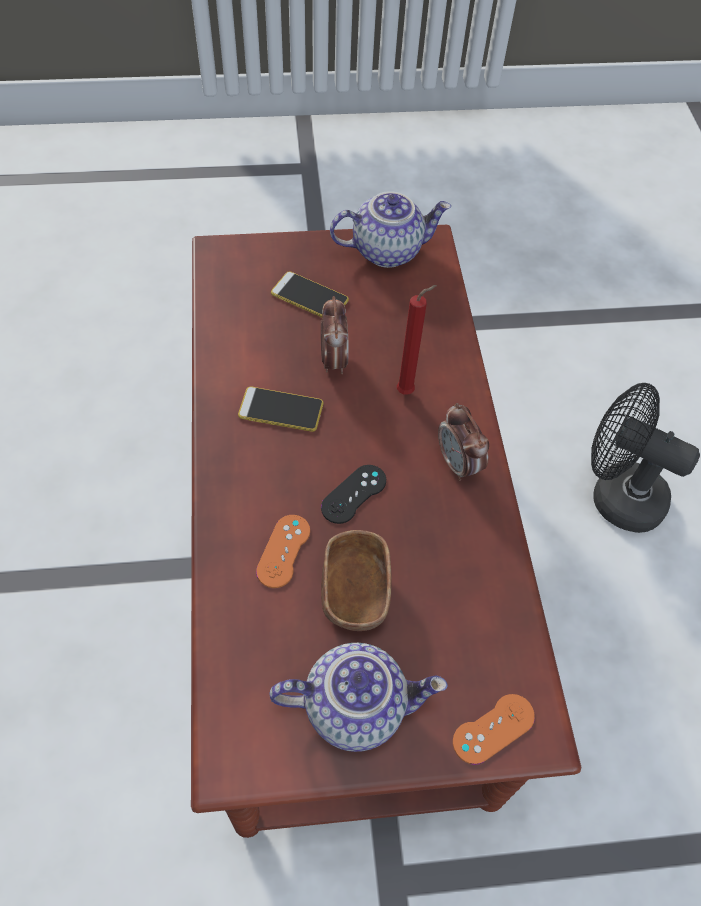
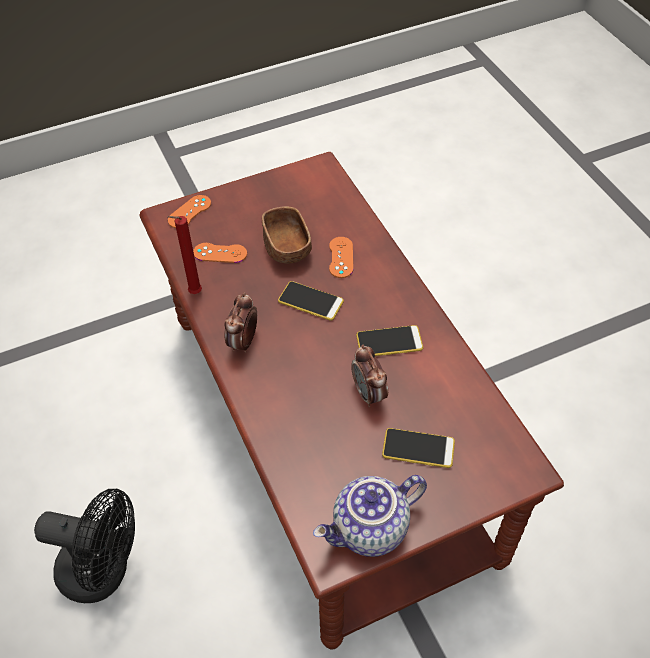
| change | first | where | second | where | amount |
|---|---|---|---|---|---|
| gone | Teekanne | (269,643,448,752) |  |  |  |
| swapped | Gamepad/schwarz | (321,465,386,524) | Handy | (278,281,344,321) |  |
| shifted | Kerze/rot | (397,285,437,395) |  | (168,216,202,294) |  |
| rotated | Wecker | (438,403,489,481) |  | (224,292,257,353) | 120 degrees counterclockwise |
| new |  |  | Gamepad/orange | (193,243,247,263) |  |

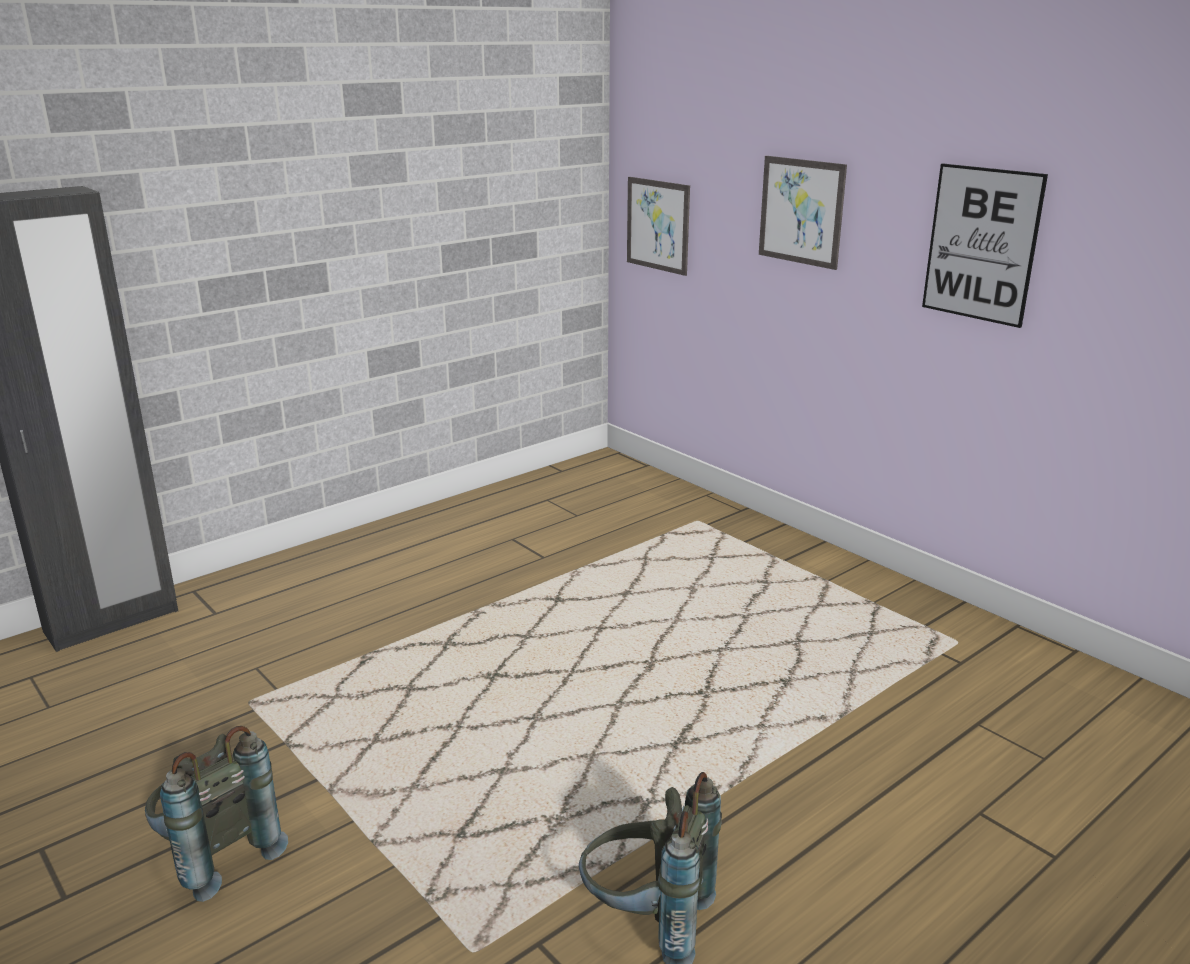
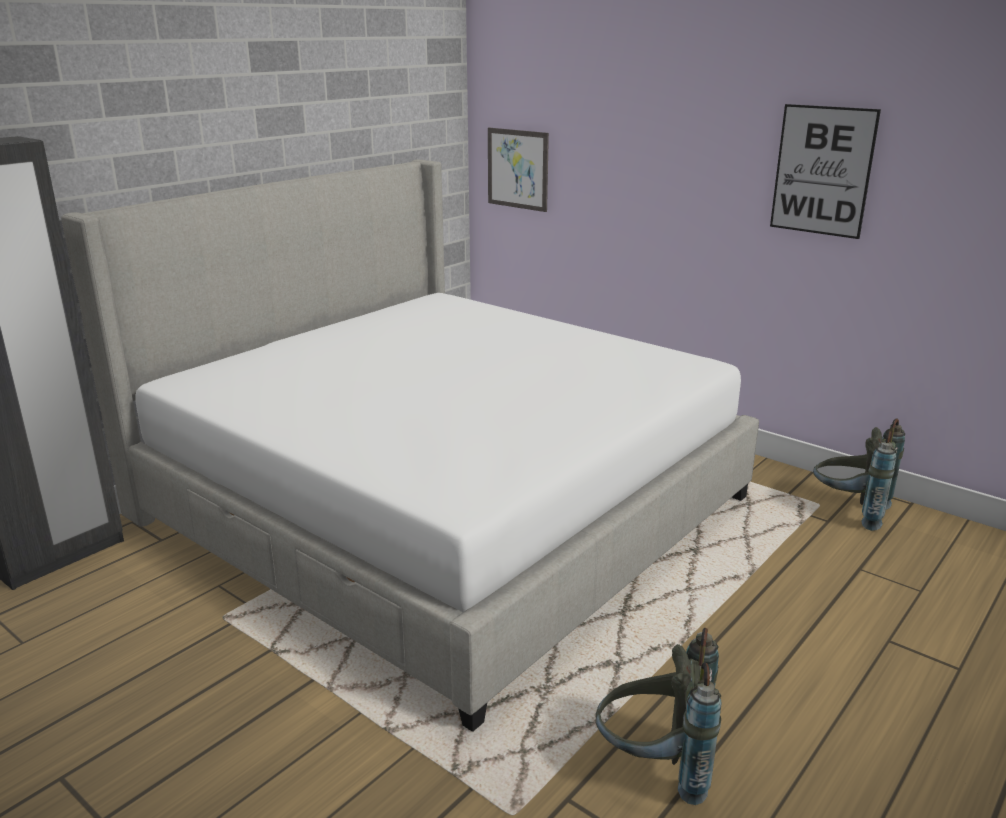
| change | first | where | second | where | amount |
|---|---|---|---|---|---|
| shifted | Rucksack/grau | (145,726,288,902) |  | (813,418,905,531) |  |
| gone | Bild | (759,156,847,270) |  |  |  |
| new |  |  | Bett | (61,159,759,732) |  |

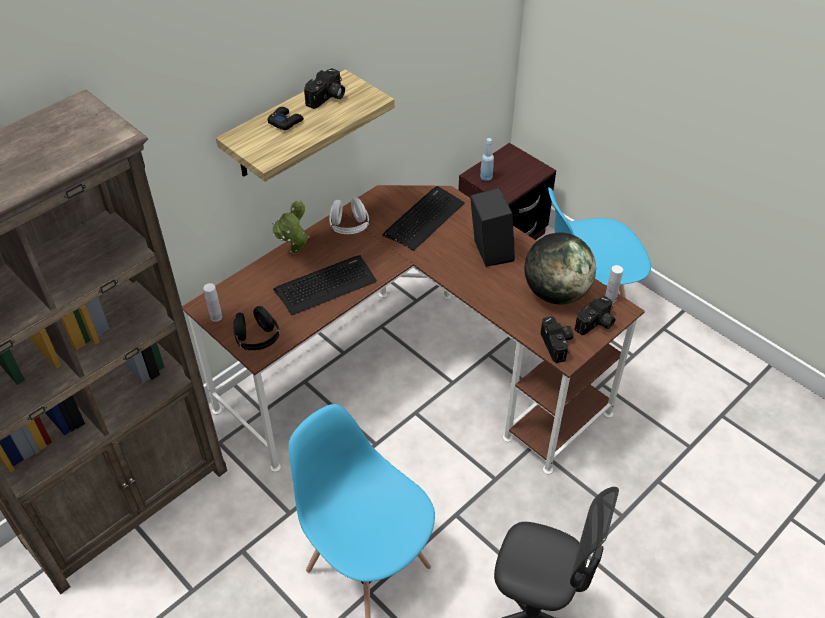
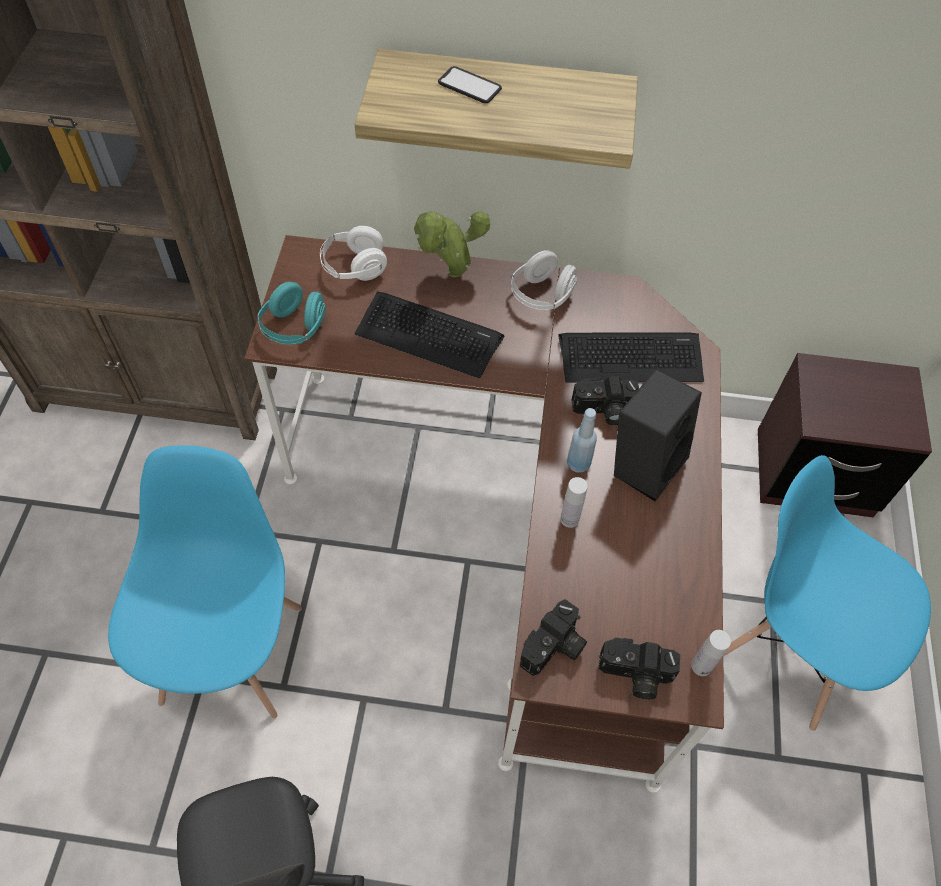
| change | first | where | second | where | amount |
|---|---|---|---|---|---|
| shifted | Flasche/weiß | (203,283,222,322) |  | (560,477,588,528) |  |
| repainted | Kopfhörer/schwarz | (233,306,280,351) | Kopfhörer/türkis | (257,282,326,344) |  |
| swapped | Gamepad/schwarz | (268,107,304,130) | Handy | (438,66,502,103) |  |
| shifted | Kamera | (304,68,345,109) |  | (572,376,639,425) |  |
| shifted | Flasche/blau | (480,138,494,181) |  | (567,408,597,473) |  |
| gone | Globus | (524,233,596,304) |  |  |  |
| new |  |  | Kopfhörer/weiß | (320,226,387,281) |  |

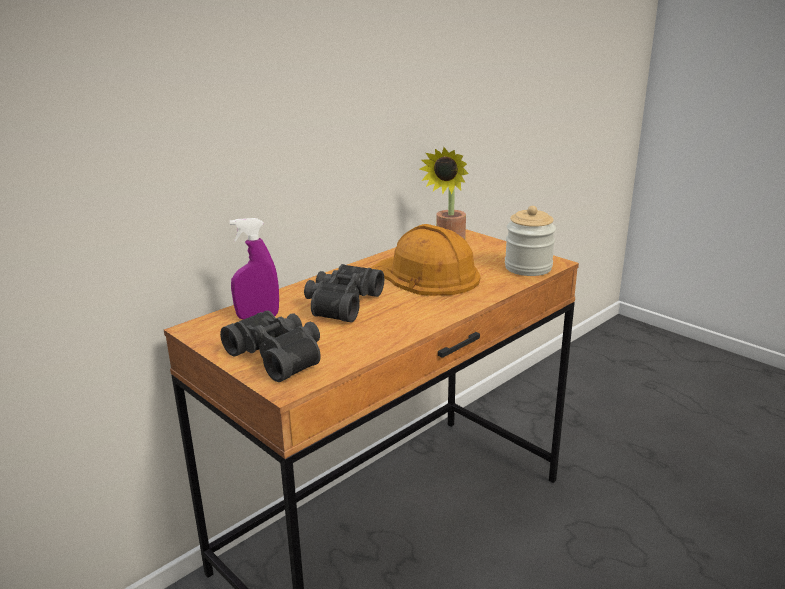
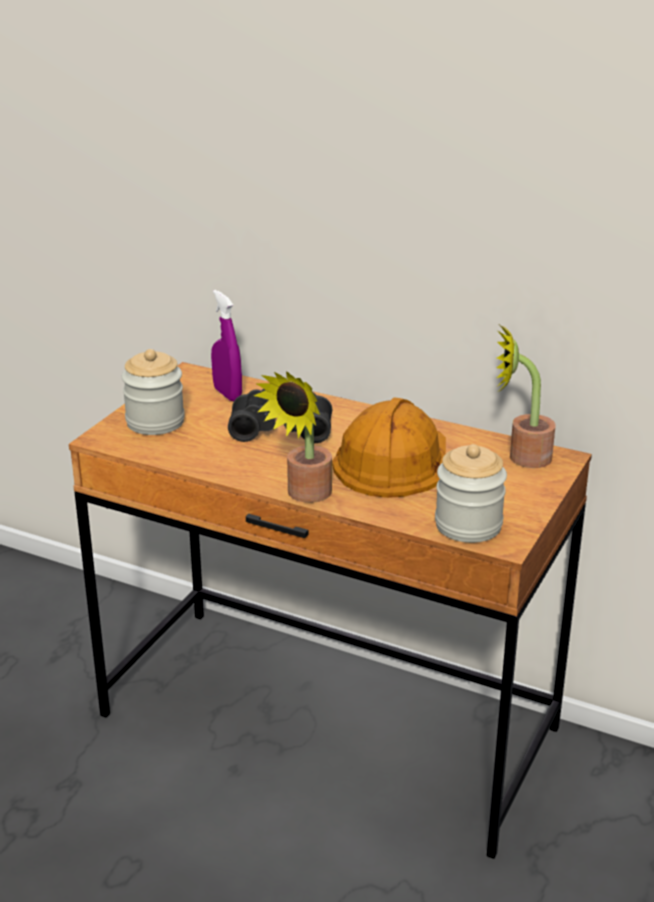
| change | first | where | second | where | amount |
|---|---|---|---|---|---|
| swapped | Fernglas/schwarz | (220,310,321,382) | Vorratsglas | (122,349,185,435) |  |
| new |  |  | Topfpflanze | (254,371,332,503) |  |

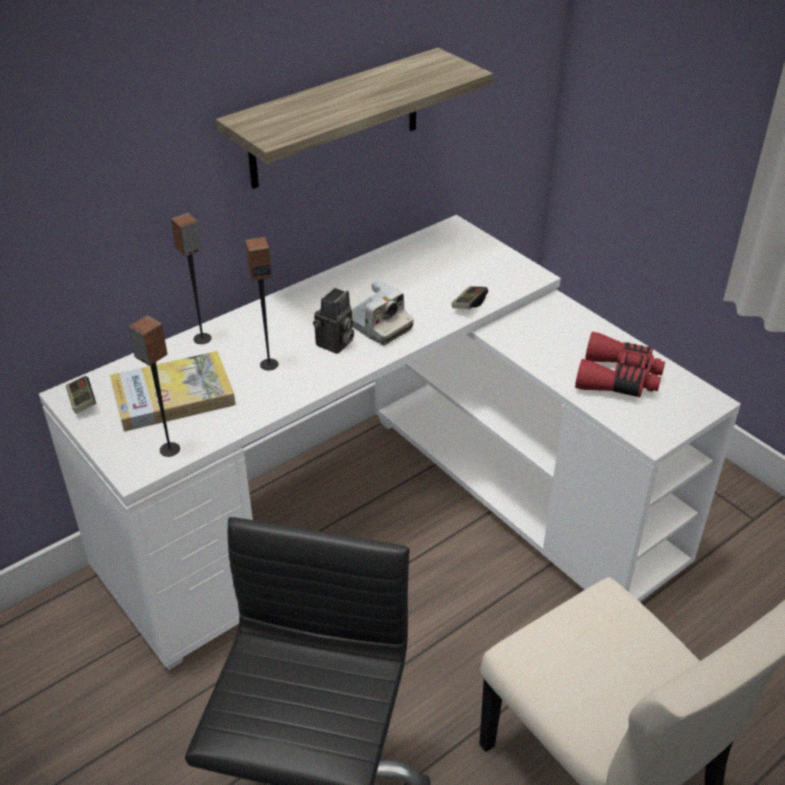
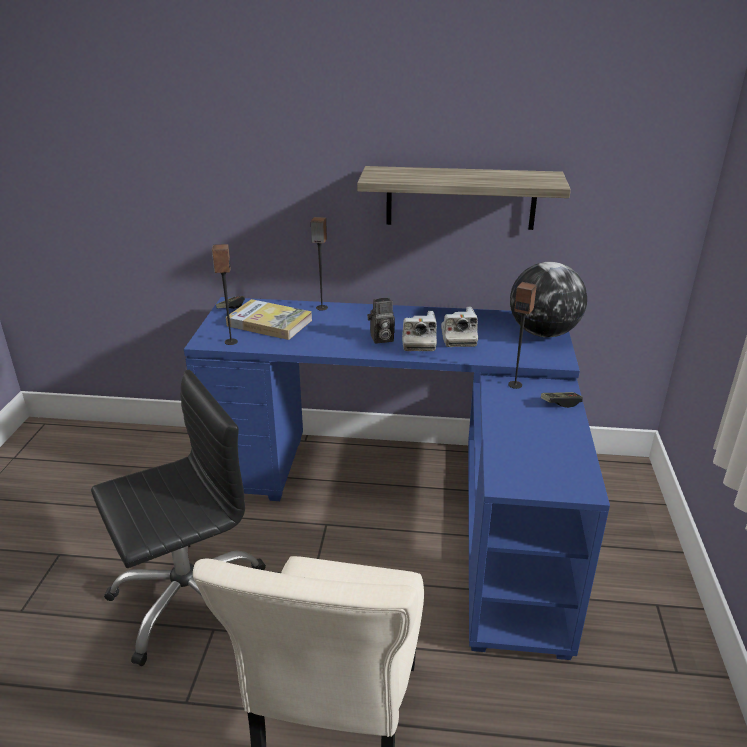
| change | first | where | second | where | amount |
|---|---|---|---|---|---|
| repainted | Schreibtisch/weiß | (39,215,741,670) | Schreibtisch/blau | (184,297,610,660) |  |
| shifted | Lautsprecher | (245,237,279,371) |  | (508,282,537,389) |  |
| shifted | Gamepad | (452,286,488,309) |  | (541,392,583,408) |  |
| gone | Fernglas/rot | (575,332,665,397) |  |  |  |
| new |  |  | Kamera | (441,307,478,347) |  |
| new |  |  | Globus | (510,262,587,337) |  |

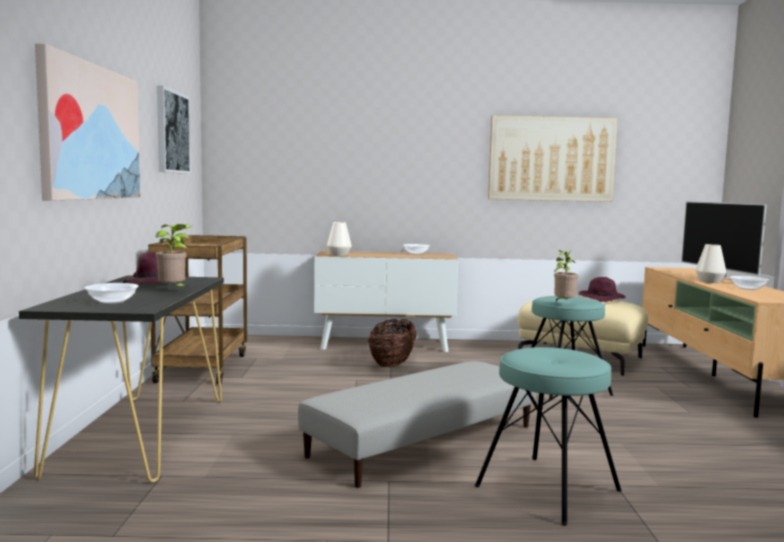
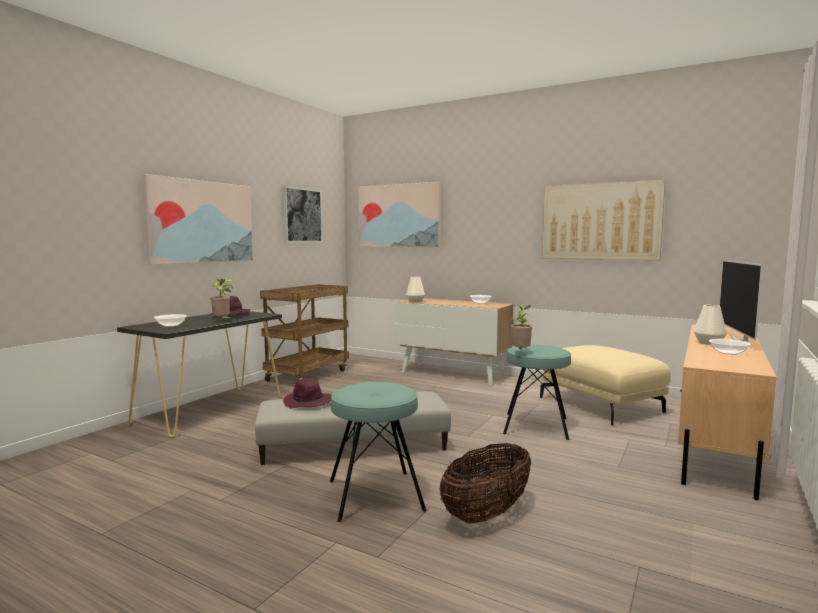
| change | first | where | second | where | amount |
|---|---|---|---|---|---|
| shifted | Korb | (368,319,416,368) |  | (439,443,531,523) |  |
| shifted | Hut/lila | (579,277,625,302) |  | (283,378,331,408) |  |
| new |  |  | Bild | (358,182,441,247) |  |

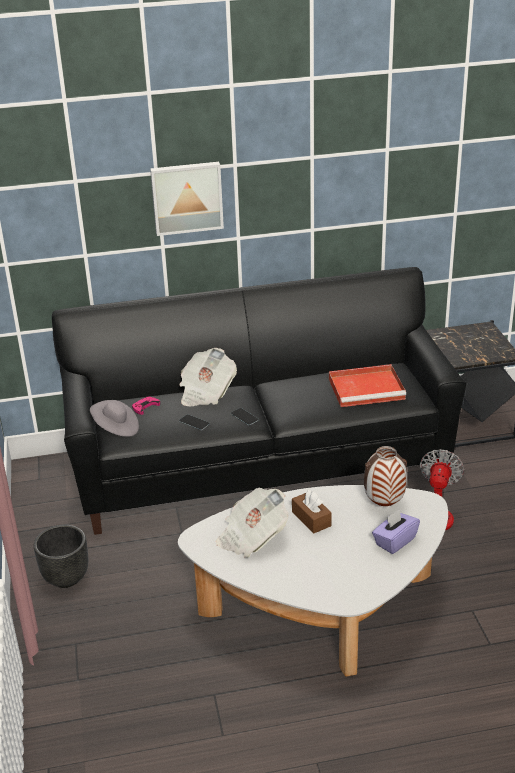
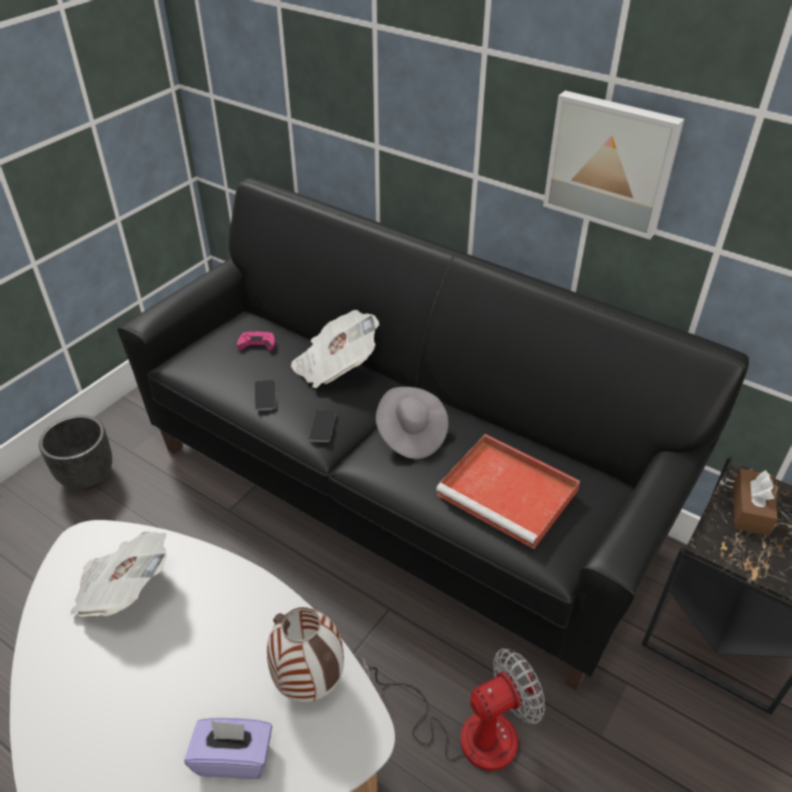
| change | first | where | second | where | amount |
|---|---|---|---|---|---|
| shifted | Hut/grau | (90,400,139,437) |  | (376,387,448,459) |  |
| shifted | Bild | (150,162,224,236) |  | (543,90,684,239) |  |
| shifted | Taschentuchbox/braun | (292,490,332,534) |  | (733,469,778,536) |  |

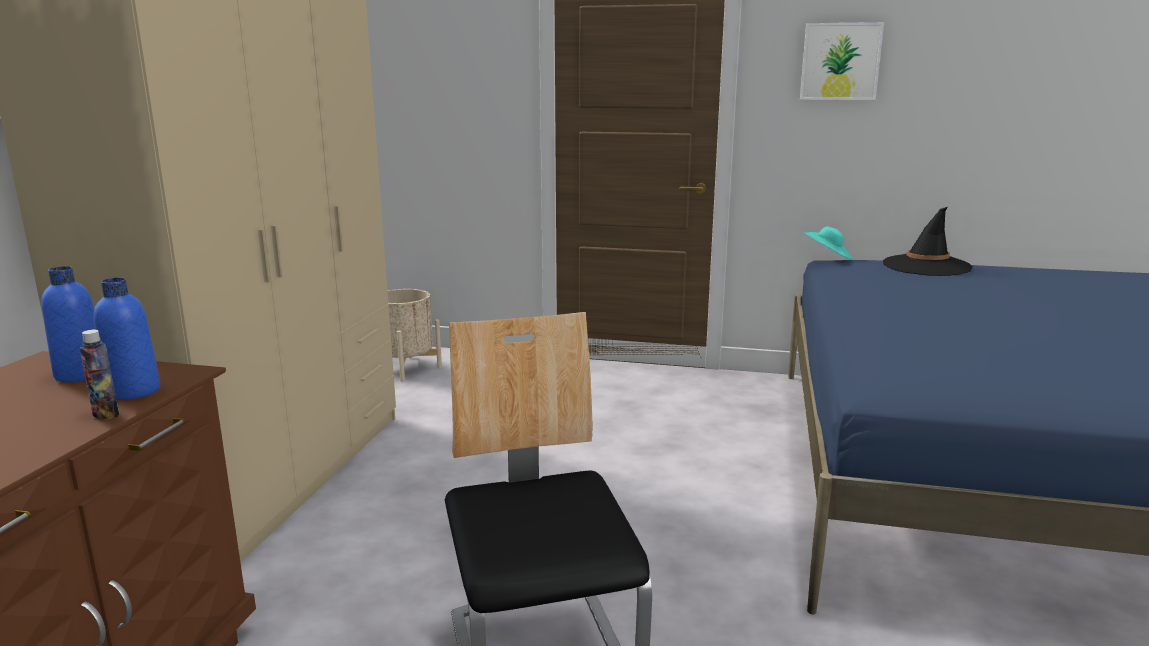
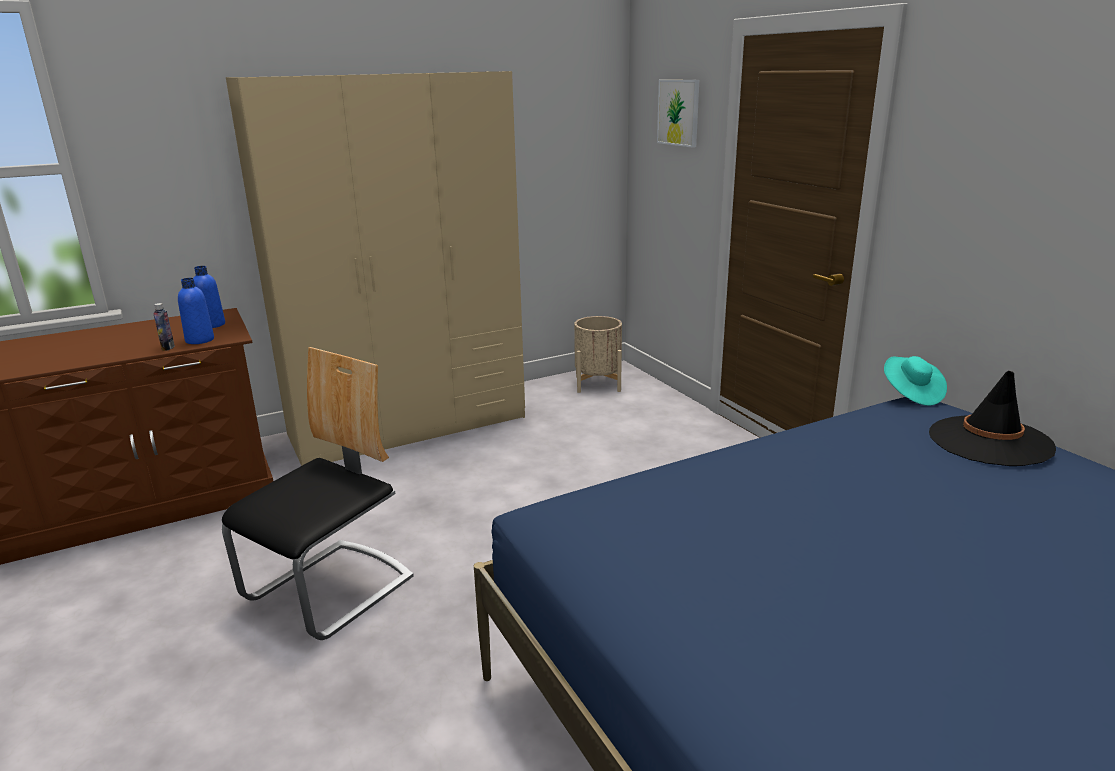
| change | first | where | second | where | amount |
|---|---|---|---|---|---|
| shifted | Bild | (800,22,884,100) |  | (657,80,699,148) |  |

